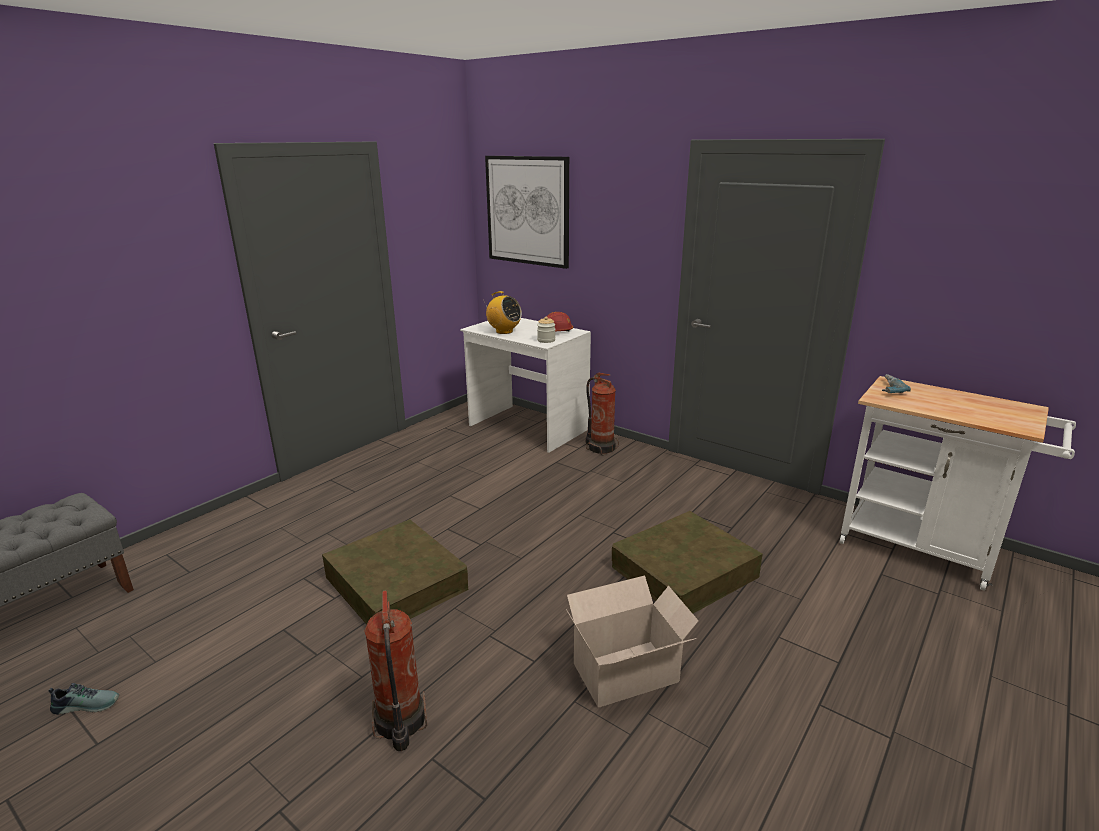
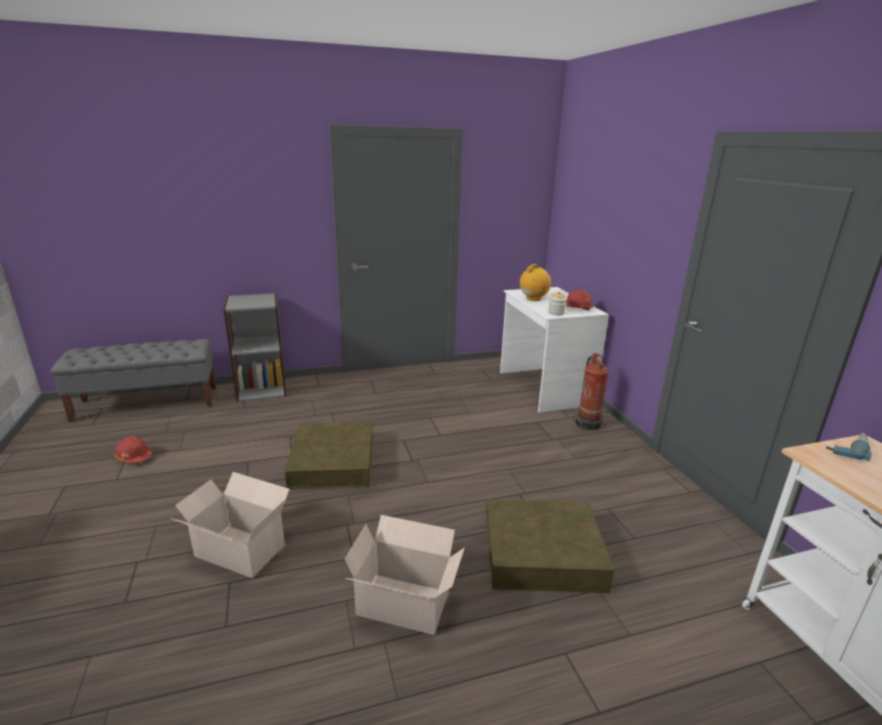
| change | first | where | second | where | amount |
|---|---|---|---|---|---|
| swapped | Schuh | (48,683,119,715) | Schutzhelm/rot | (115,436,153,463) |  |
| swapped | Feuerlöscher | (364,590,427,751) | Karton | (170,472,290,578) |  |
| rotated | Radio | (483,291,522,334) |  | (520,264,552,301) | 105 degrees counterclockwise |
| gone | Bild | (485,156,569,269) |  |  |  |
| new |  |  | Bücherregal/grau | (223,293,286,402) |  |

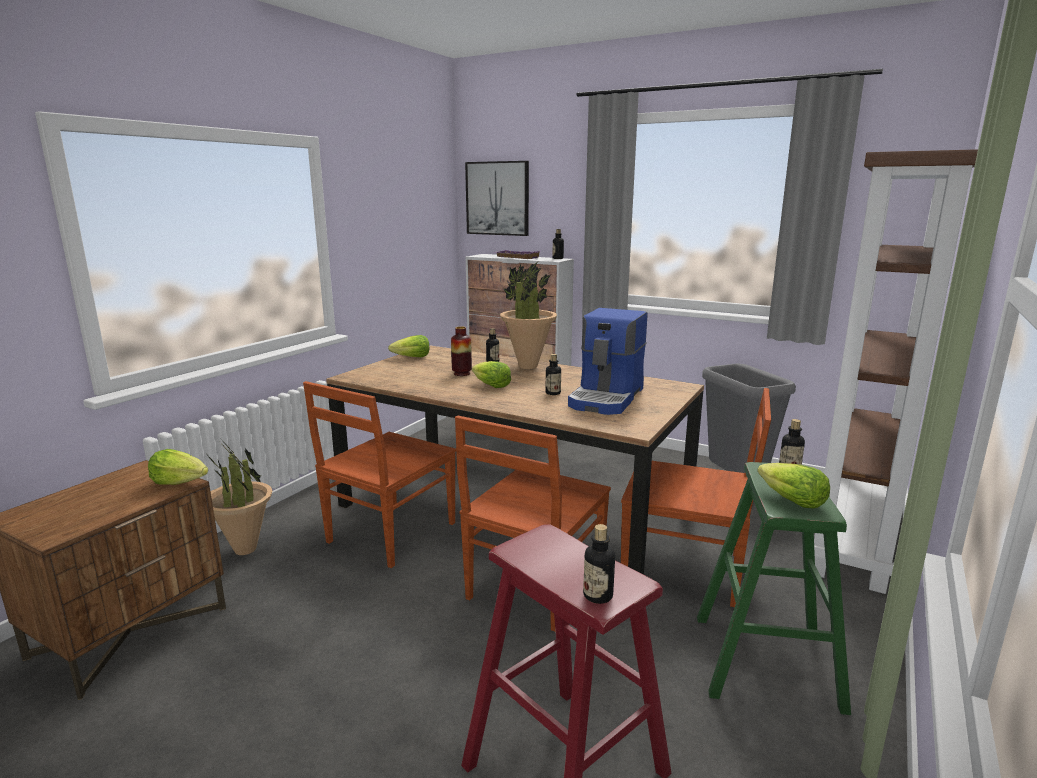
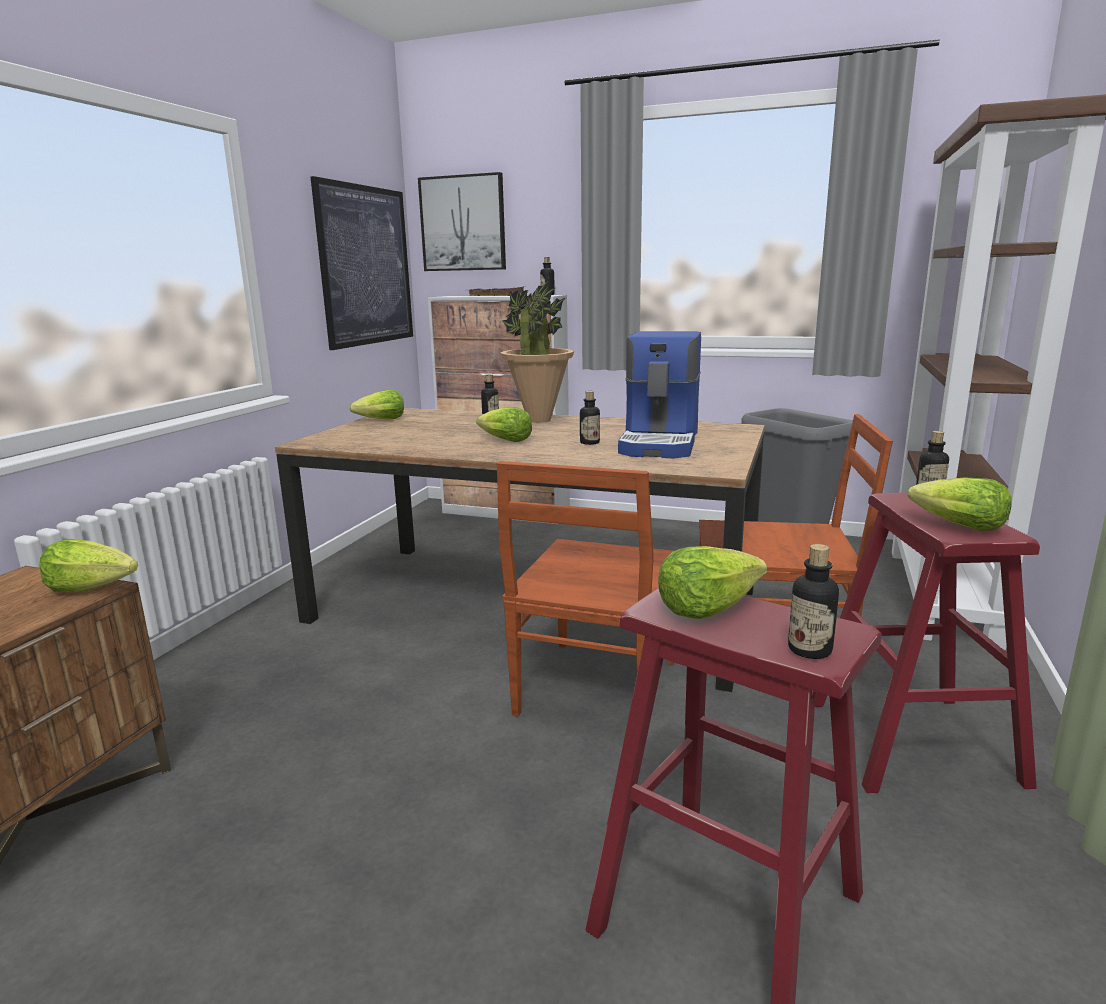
| change | first | where | second | where | amount |
|---|---|---|---|---|---|
| gone | Topfpflanze | (208,440,272,555) |  |  |  |
| gone | Stuhl/braun | (303,381,456,568) |  |  |  |
| gone | Vase | (451,327,472,376) |  |  |  |
| repainted | Hocker/grün | (697,462,851,715) | Hocker/rot | (815,492,1040,793) |  |
| new |  |  | Bild | (311,176,413,350) |  |
| new |  |  | Salatkopf | (658,546,767,619) |  |

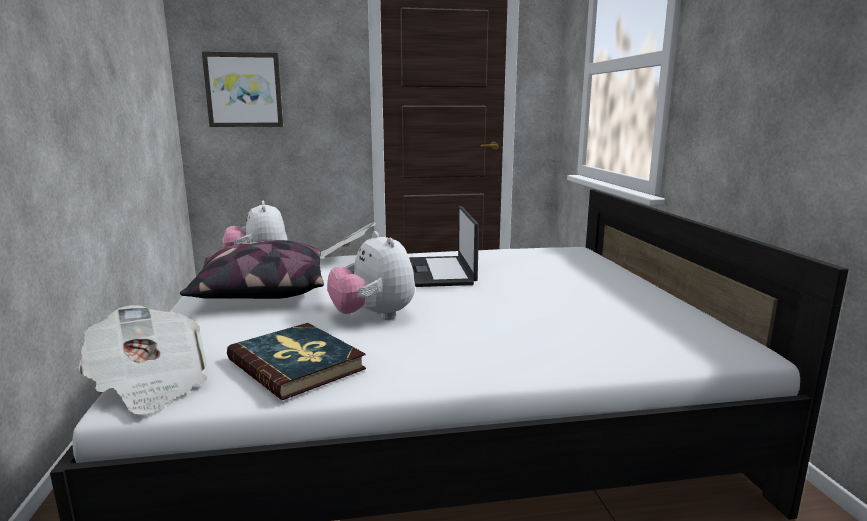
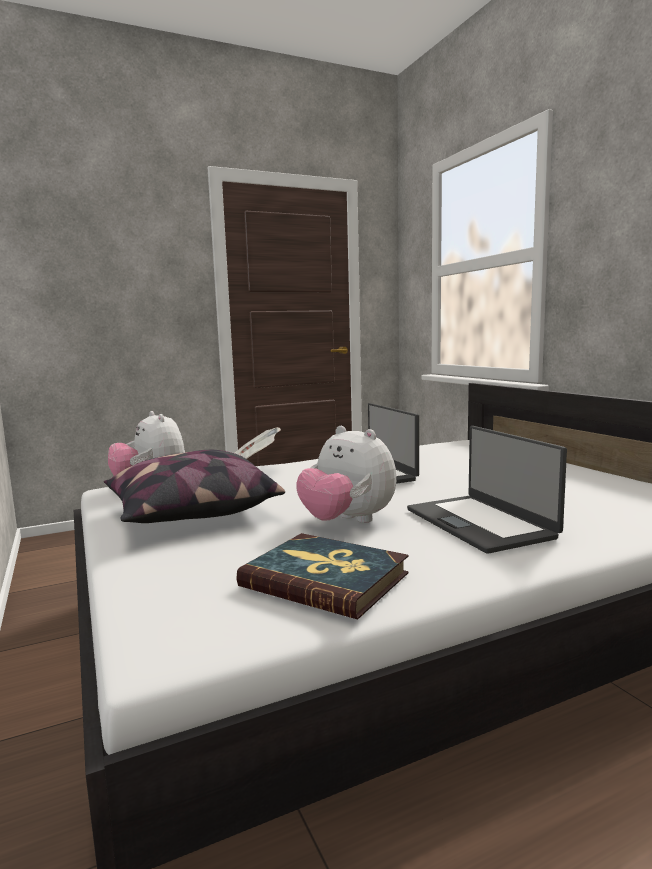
| change | first | where | second | where | amount |
|---|---|---|---|---|---|
| gone | Zeitung | (78,305,207,415) |  |  |  |
| gone | Bild | (202,52,283,127) |  |  |  |
| new |  |  | Laptop | (407,426,567,554) |  |

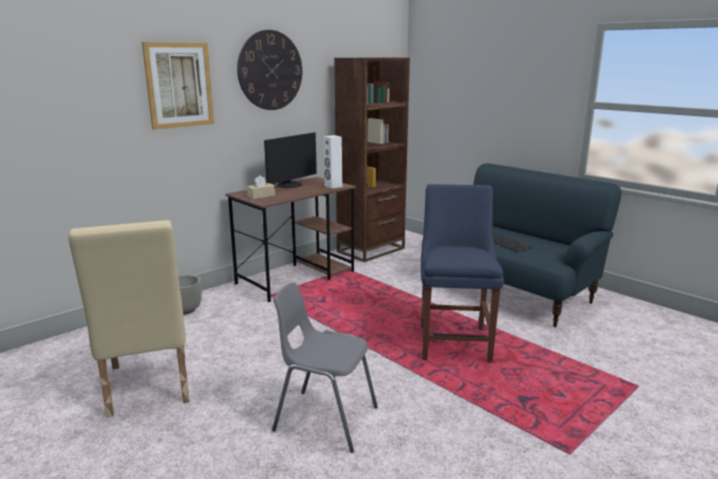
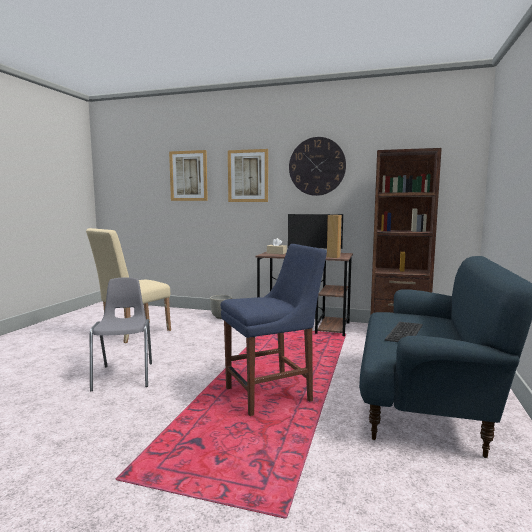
| change | first | where | second | where | amount |
|---|---|---|---|---|---|
| repainted | Lautsprecher/weiß | (324,135,342,189) | Lautsprecher/braun | (327,215,342,258) |  |
| new |  |  | Bild | (169,150,208,201) |  |

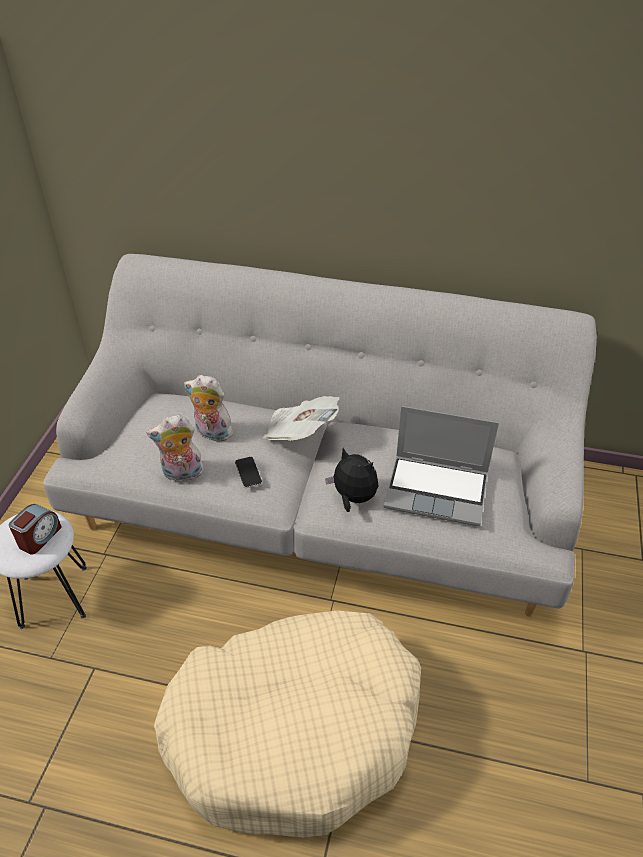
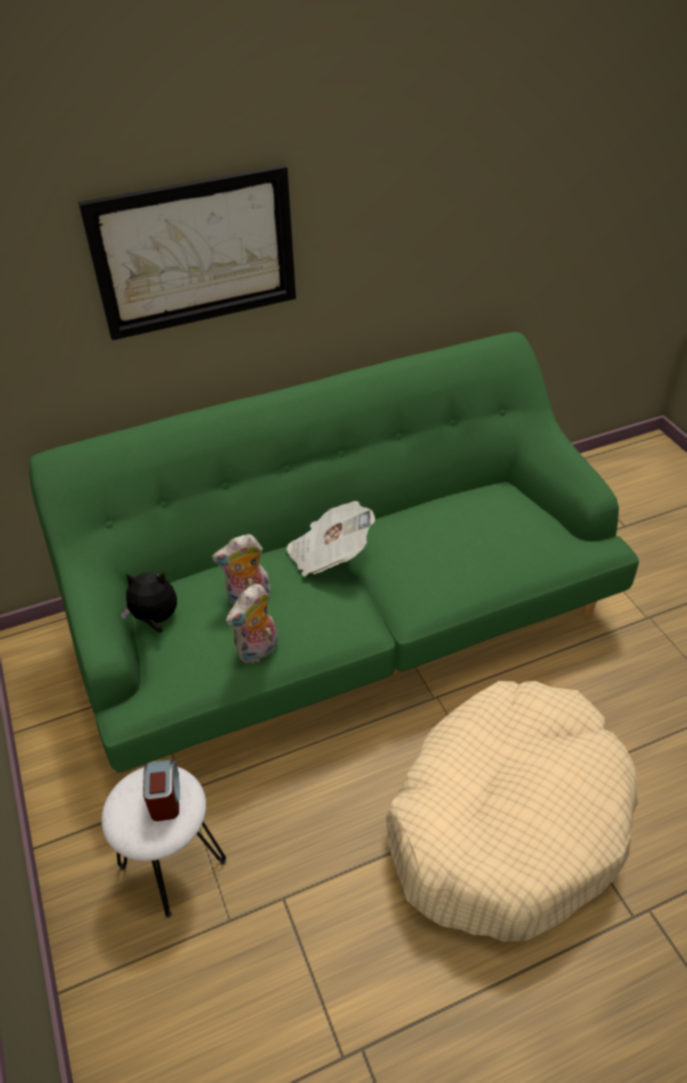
| change | first | where | second | where | amount |
|---|---|---|---|---|---|
| repainted | Sofa/grau | (43,254,597,617) | Sofa/grün | (29,332,639,773) |  |
| gone | Handy | (235,456,262,488) |  |  |  |
| shifted | Plüschtier | (325,448,378,512) |  | (120,572,177,633) |  |
| gone | Laptop | (384,406,499,526) |  |  |  |
| new |  |  | Bild | (78,165,296,340) |  |

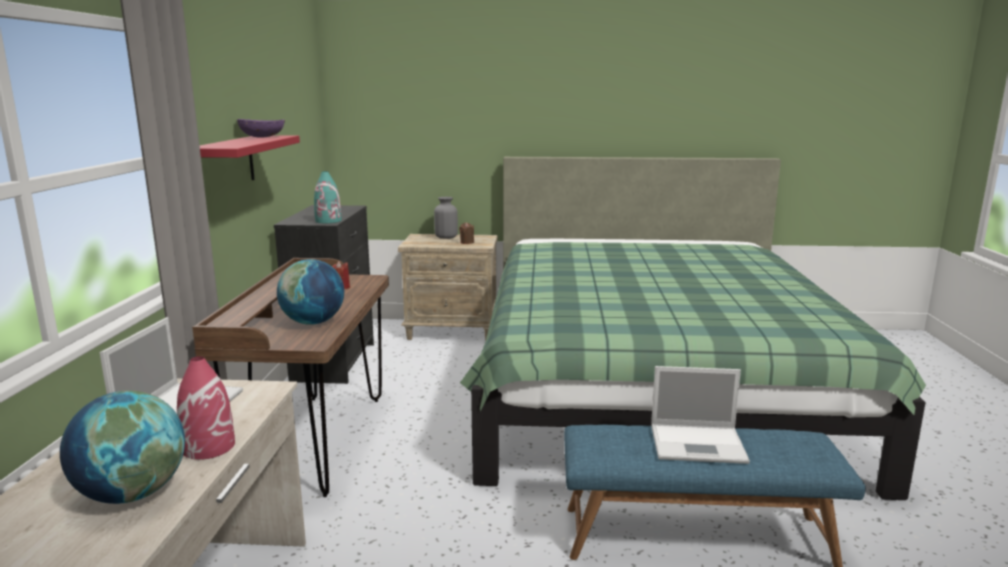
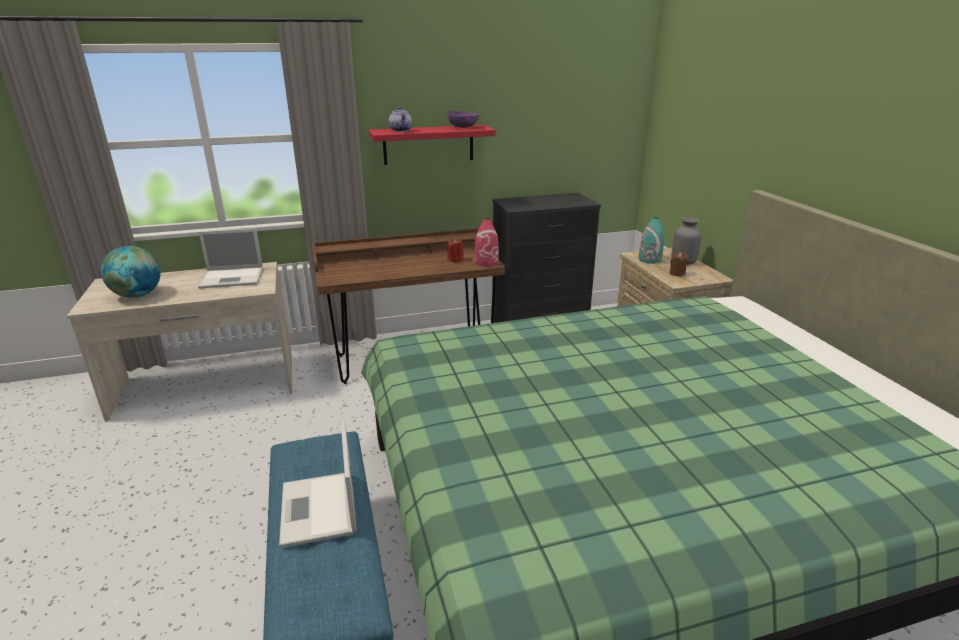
| change | first | where | second | where | amount |
|---|---|---|---|---|---|
| shifted | Vase/rot | (177,356,235,460) |  | (475,218,499,267) |  |
| gone | Globus | (277,259,344,325) |  |  |  |
| shifted | Vase/türkis | (314,171,342,223) |  | (639,217,664,264) |  |
| new |  |  | Teekanne | (389,107,412,132) |  |

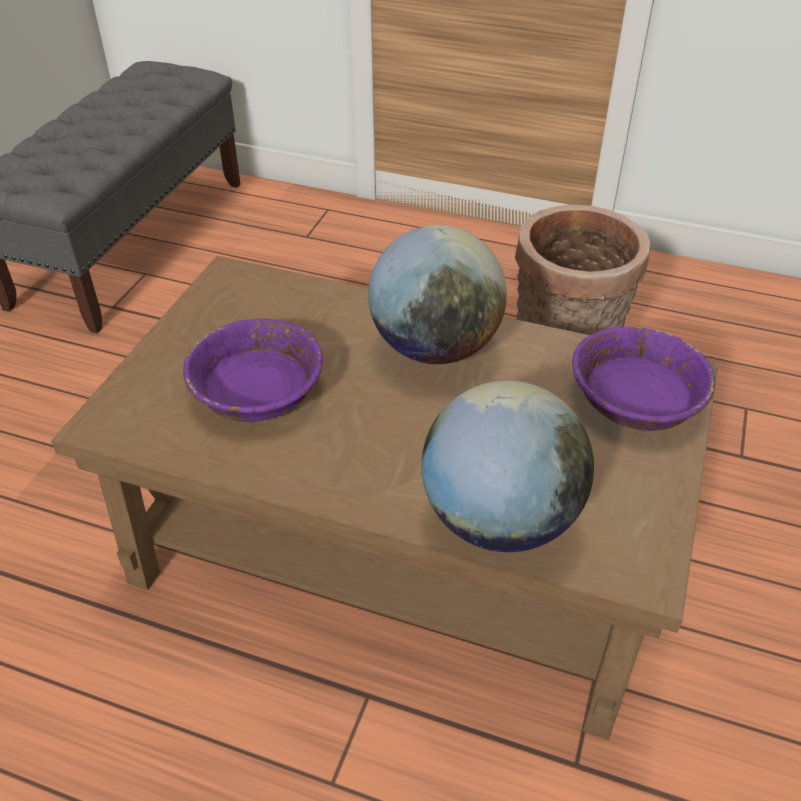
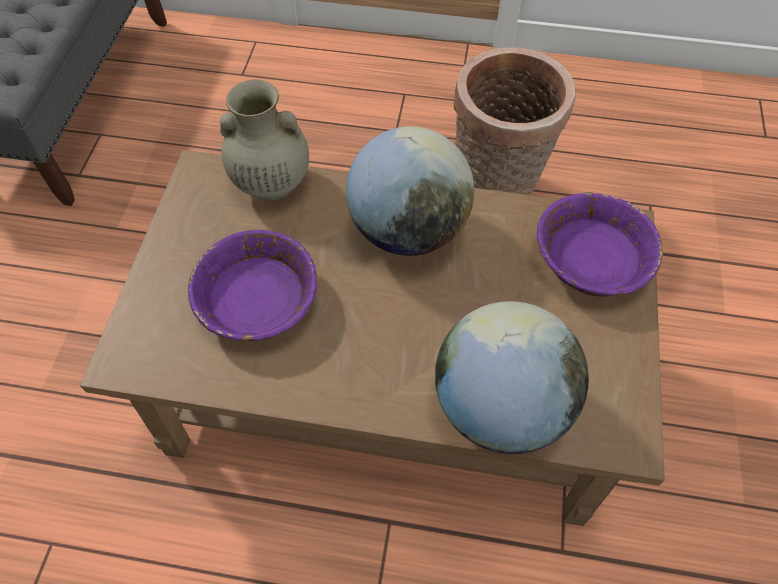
| change | first | where | second | where | amount |
|---|---|---|---|---|---|
| new |  |  | Vase/beige | (220,79,309,200) |  |

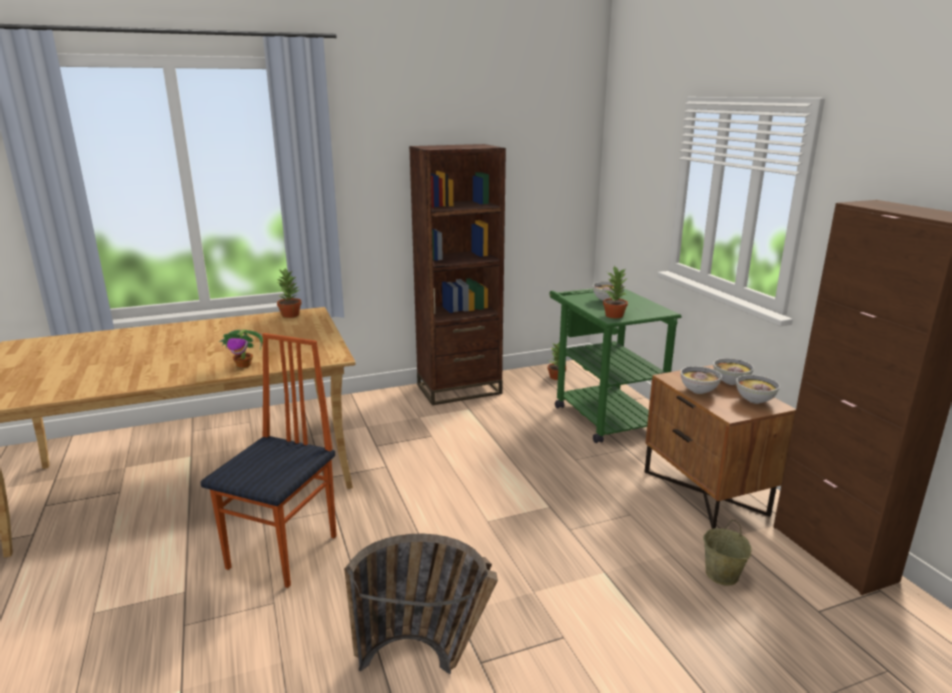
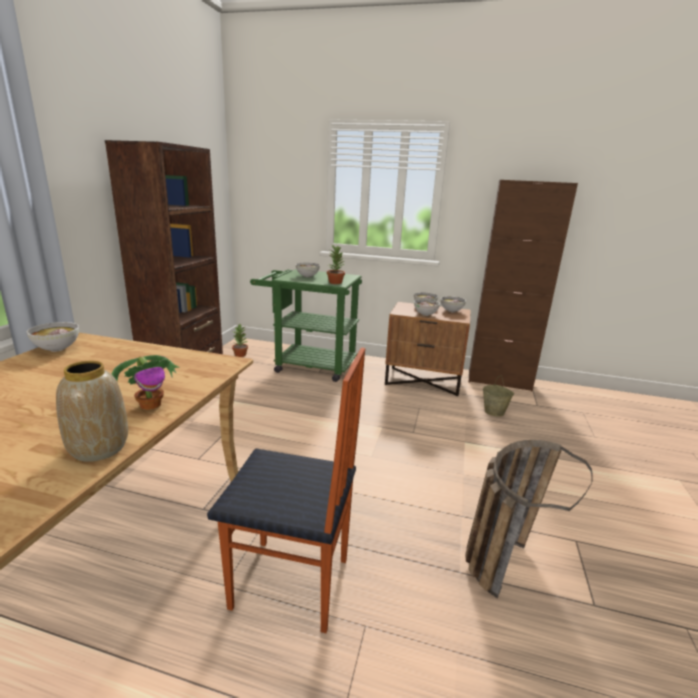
| change | first | where | second | where | amount |
|---|---|---|---|---|---|
| rotated | Stuhl | (200,333,337,588) |  | (207,347,365,633) | 135 degrees clockwise |
| swapped | Topfpflanze | (277,268,302,318) | Schüssel | (27,322,79,352) |  |
| new |  |  | Vase | (56,361,128,462) |  |

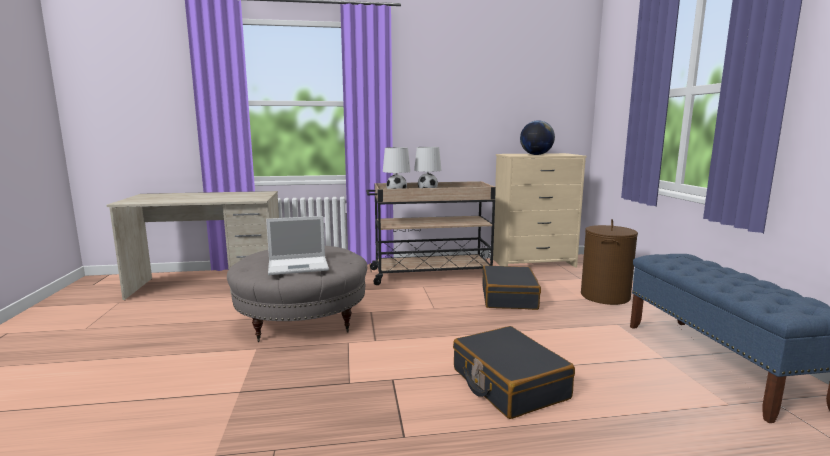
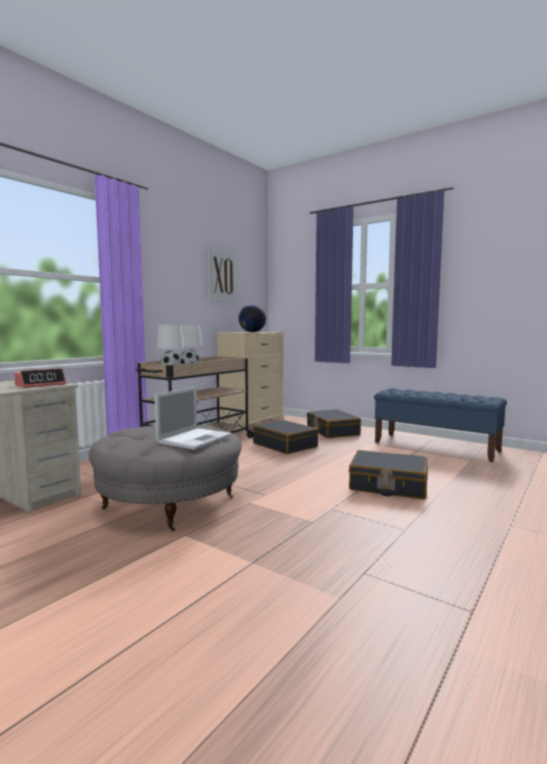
| change | first | where | second | where | amount |
|---|---|---|---|---|---|
| swapped | Wäschekorb/braun | (581,219,638,305) | Koffer/schwarz | (307,409,361,438) |  |
| new |  |  | Wecker | (14,368,66,388) |  |
| new |  |  | Bild | (208,247,238,302) |  |

